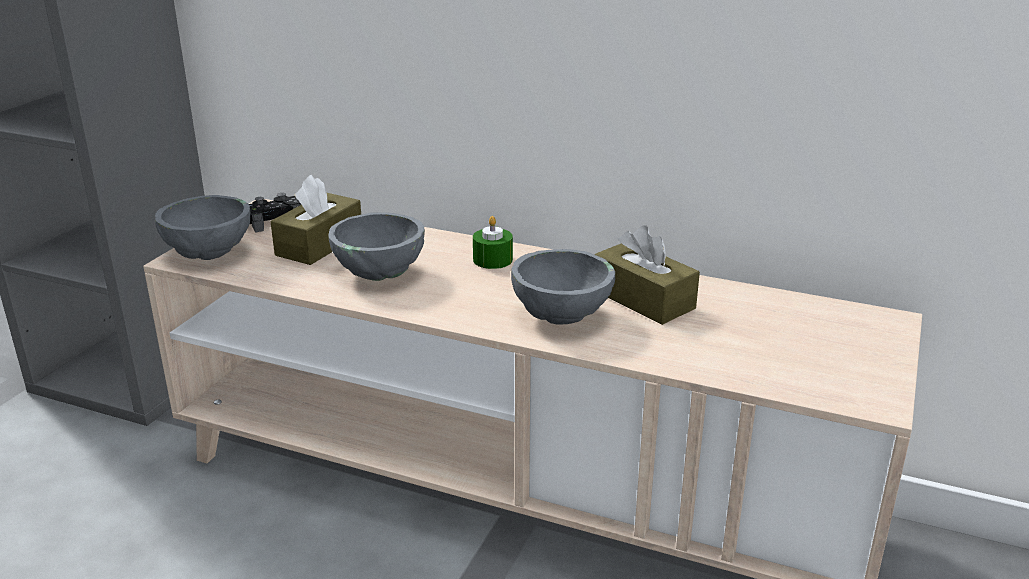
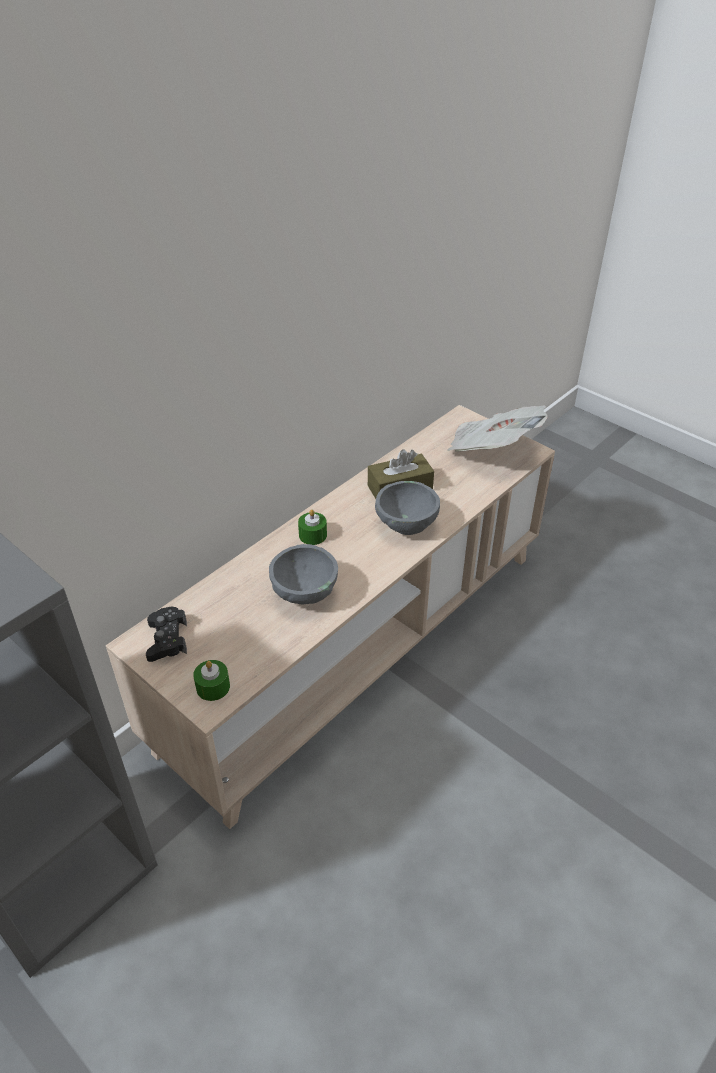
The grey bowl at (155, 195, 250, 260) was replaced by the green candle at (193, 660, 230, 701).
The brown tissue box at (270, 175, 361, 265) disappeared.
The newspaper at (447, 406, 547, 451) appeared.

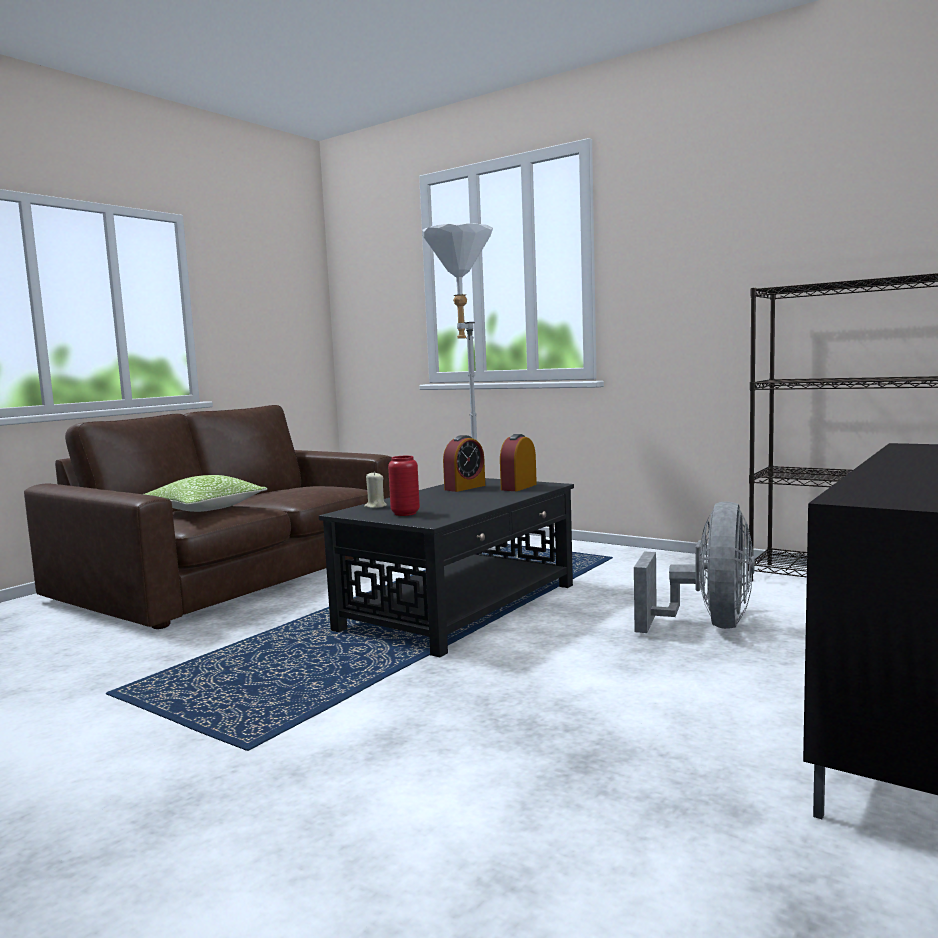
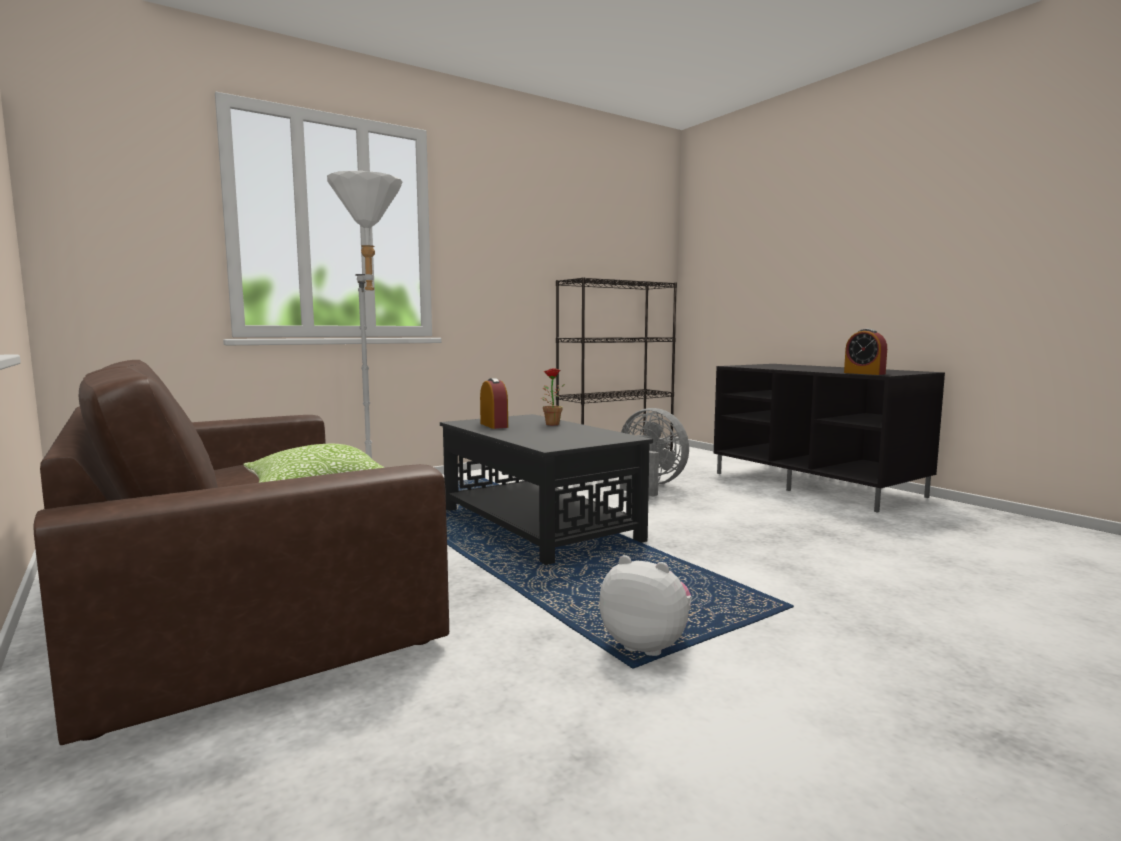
The beige candle at (364, 473, 387, 508) disappeared.
The red vase at (388, 456, 420, 516) disappeared.
The alarm clock moved from (500, 434, 537, 491) to (844, 329, 887, 375).
The potted plant at (541, 368, 565, 425) appeared.
The plush toy at (599, 555, 692, 656) appeared.

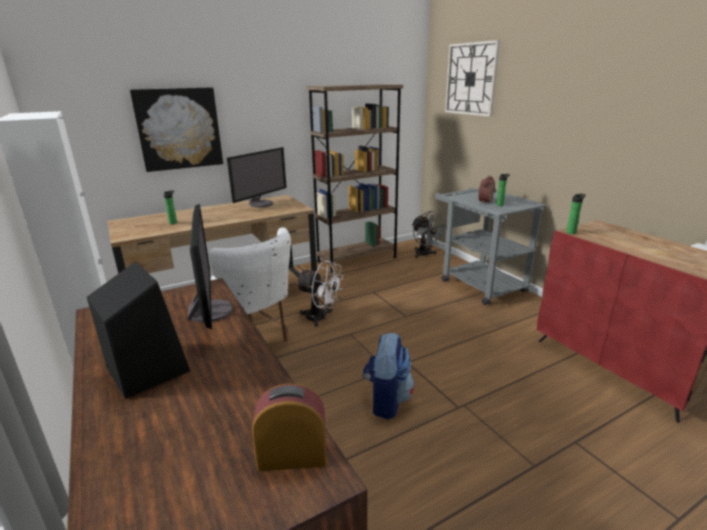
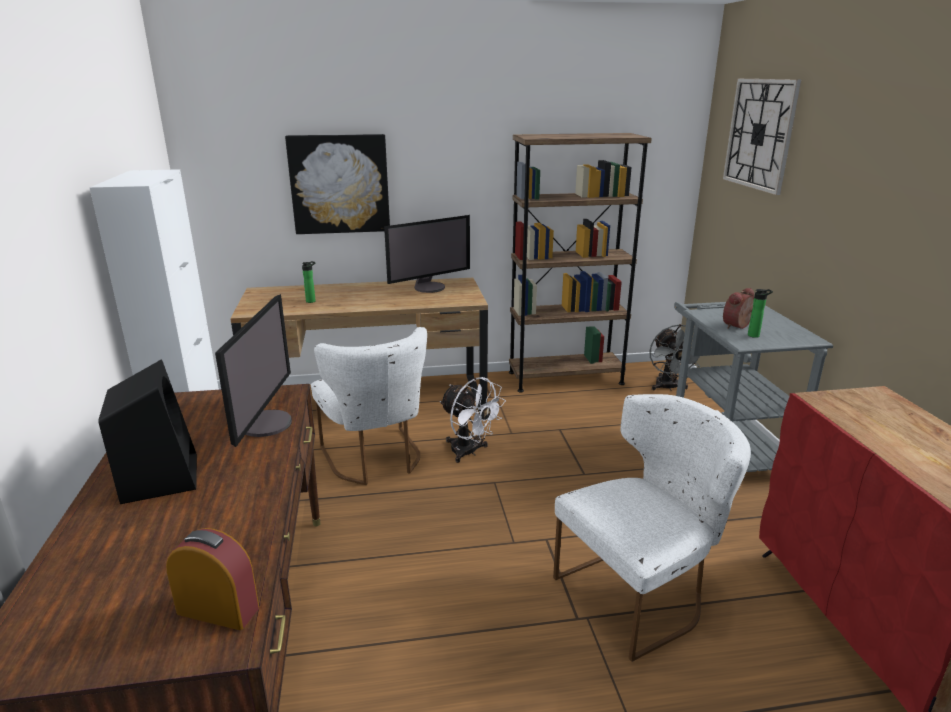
The backpack at (363, 332, 414, 419) disappeared.
The bottle at (566, 193, 586, 234) disappeared.
The white chair at (553, 394, 751, 662) appeared.

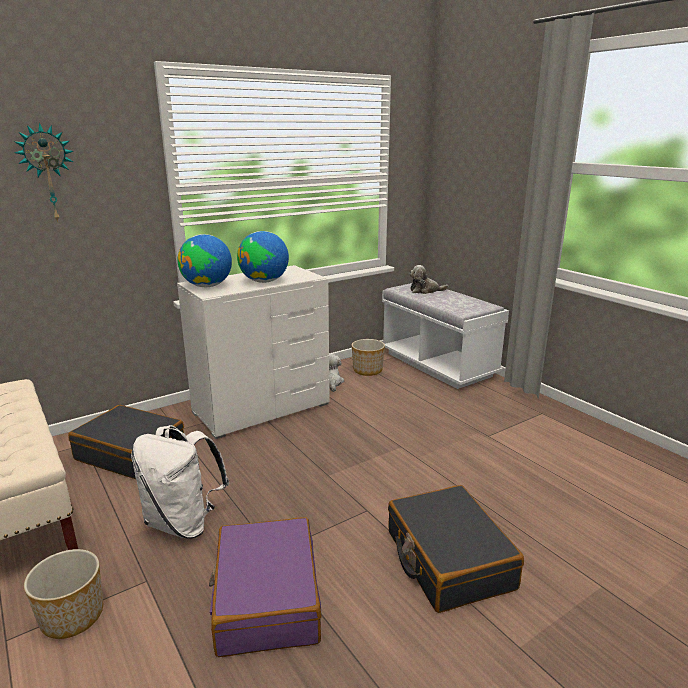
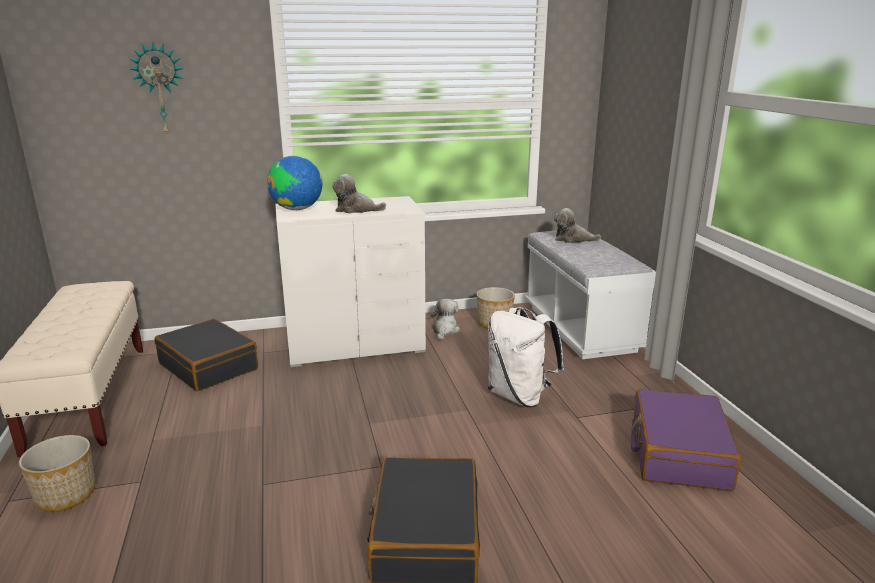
The white backpack moved from (131, 425, 229, 539) to (488, 307, 564, 407).
The purple suitcase moved from (209, 517, 321, 657) to (631, 389, 741, 491).
The globe at (237, 231, 289, 283) was replaced by the plush toy at (333, 174, 386, 213).

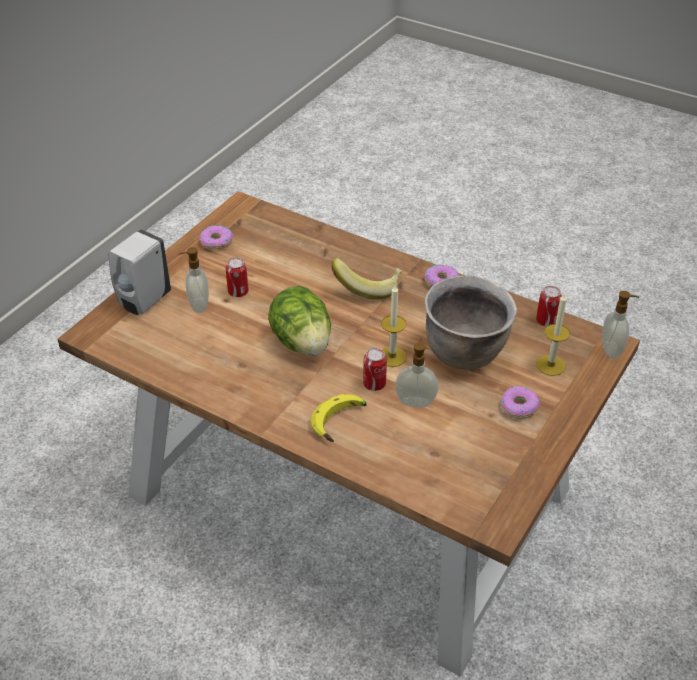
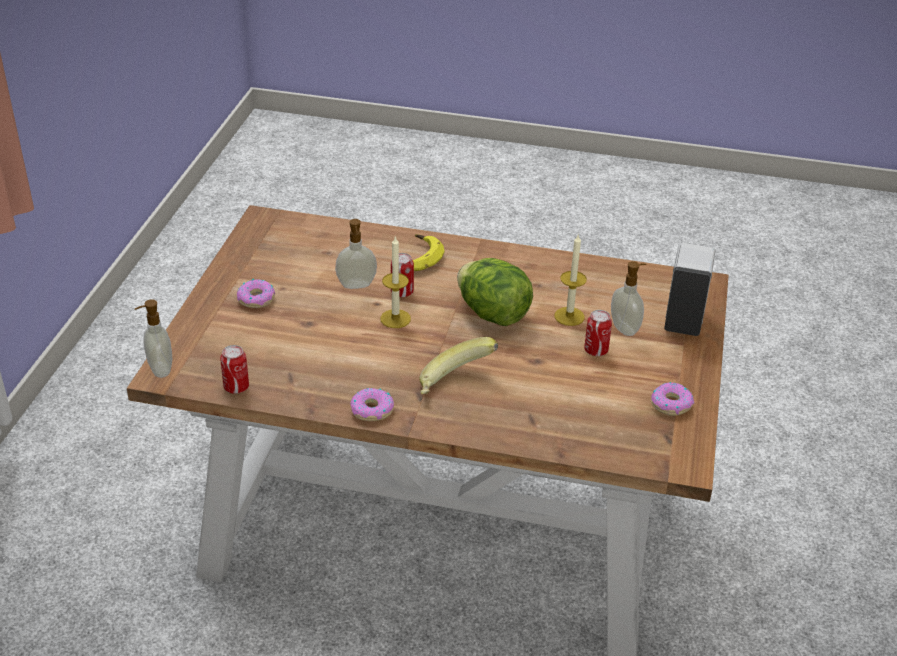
The brown cooking pot at (425, 275, 517, 370) disappeared.
The candle moved from (536, 293, 570, 376) to (554, 235, 587, 326).

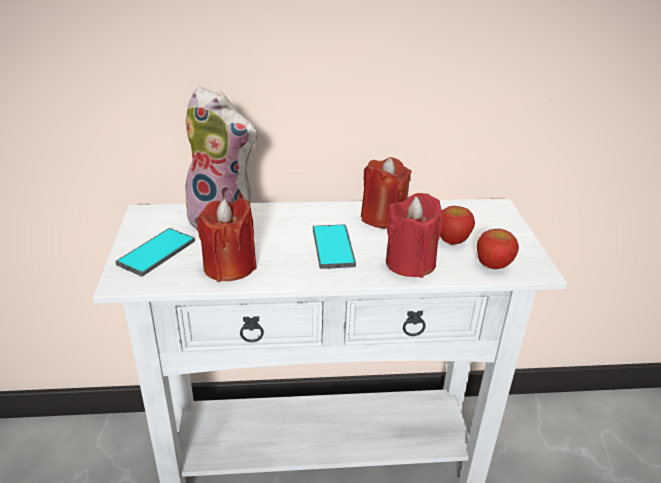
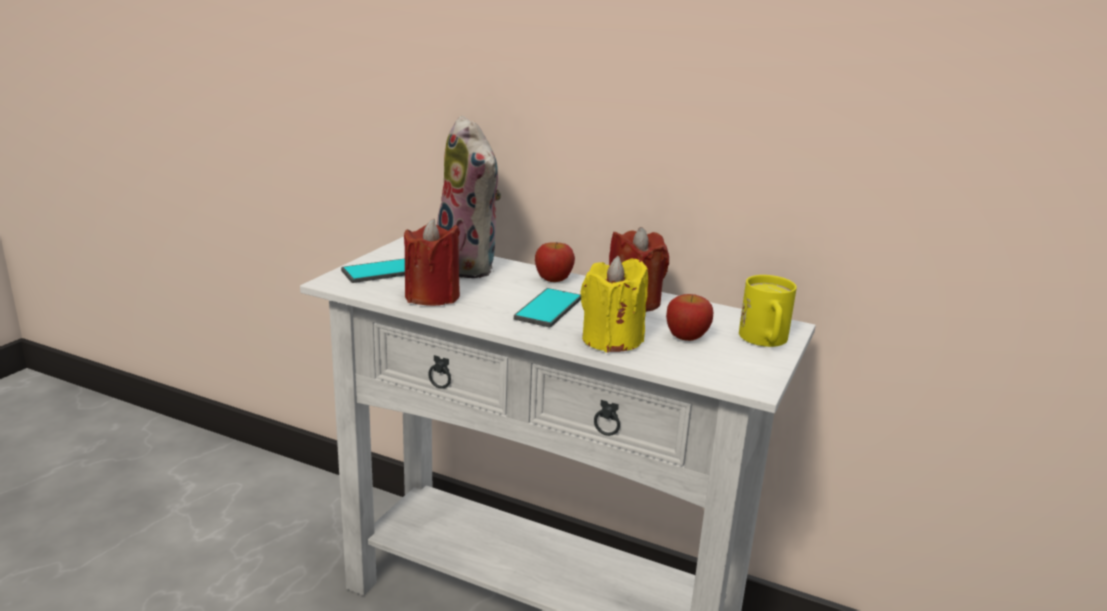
The red candle at (386, 193, 443, 278) became the yellow candle at (580, 256, 648, 353).
The apple moved from (477, 229, 519, 269) to (535, 242, 575, 282).
The yellow mug at (739, 275, 797, 347) appeared.

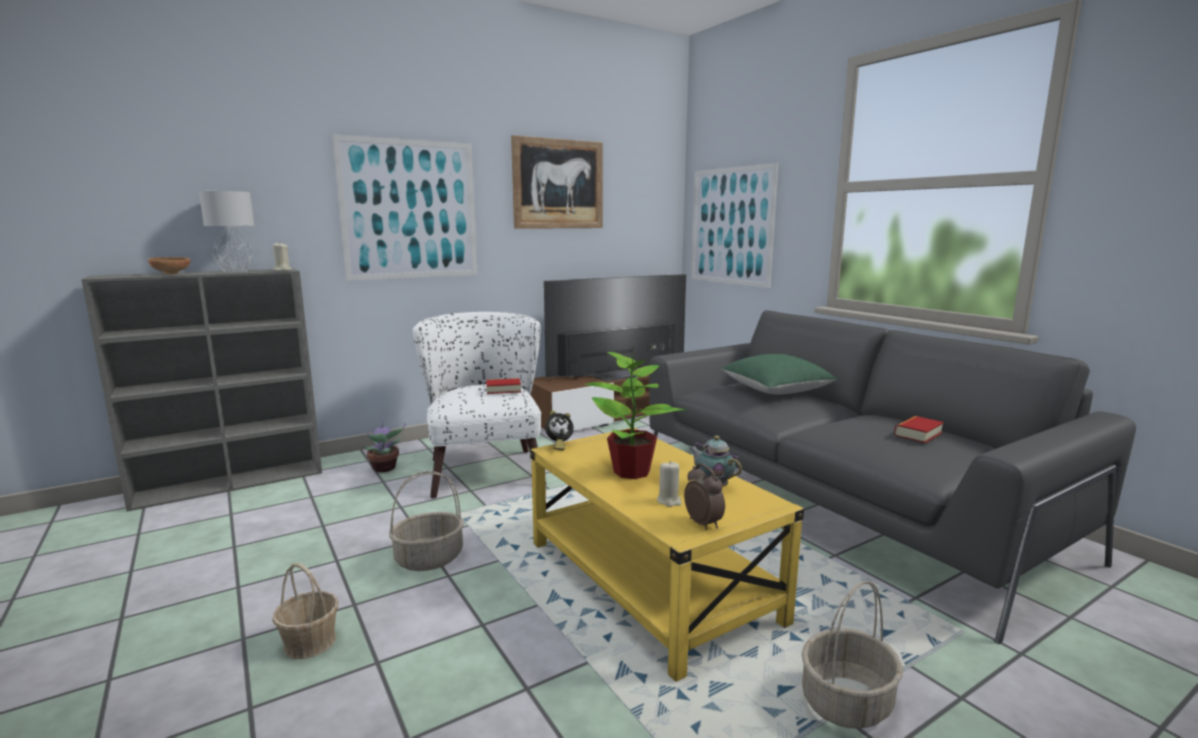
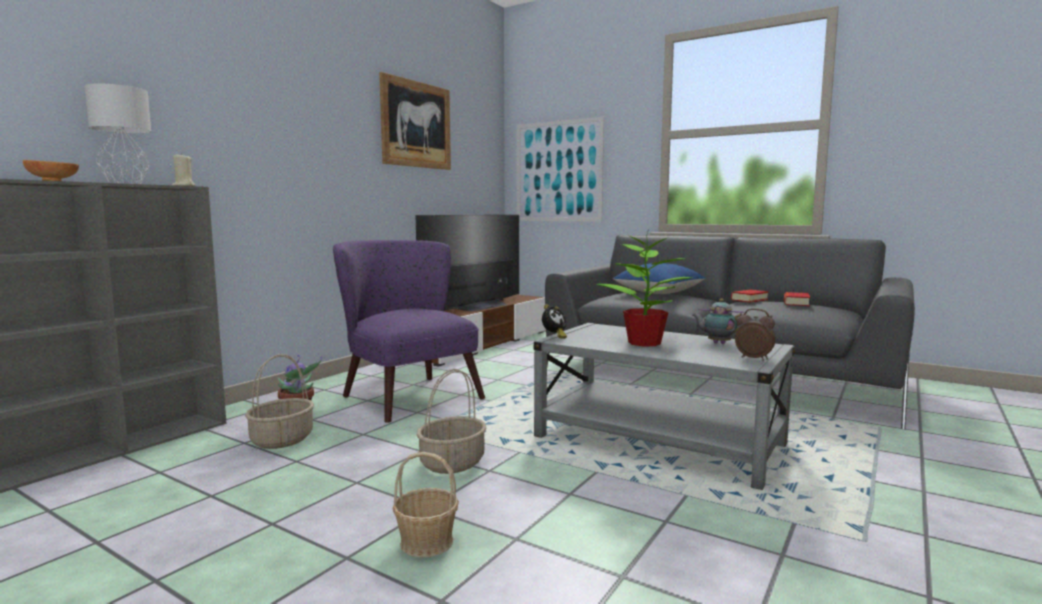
The picture at (332, 134, 478, 281) disappeared.
The white armchair at (413, 312, 546, 499) became the purple armchair at (333, 240, 485, 423).
The book moved from (486, 378, 521, 394) to (731, 290, 768, 303).
The yellow coffee table at (530, 427, 804, 682) became the grey coffee table at (534, 323, 795, 490).
The beige candle at (657, 461, 682, 507) disappeared.
The green pillow at (721, 354, 838, 394) became the blue pillow at (613, 263, 706, 294).
The basket moved from (801, 580, 903, 729) to (245, 354, 314, 449).

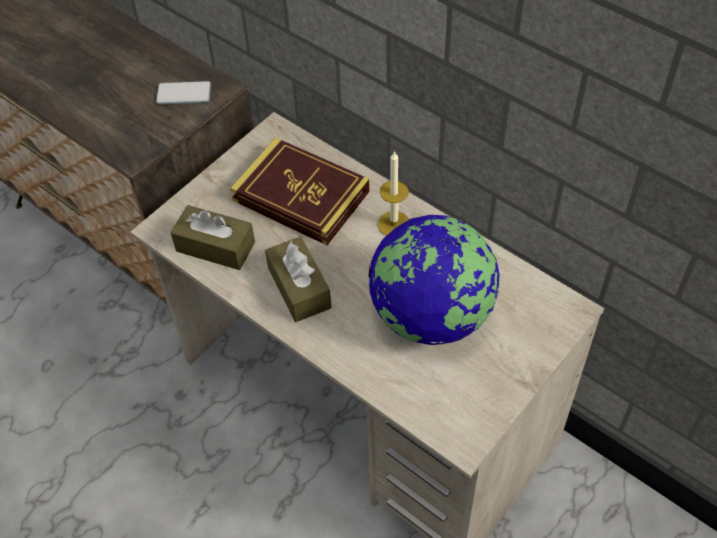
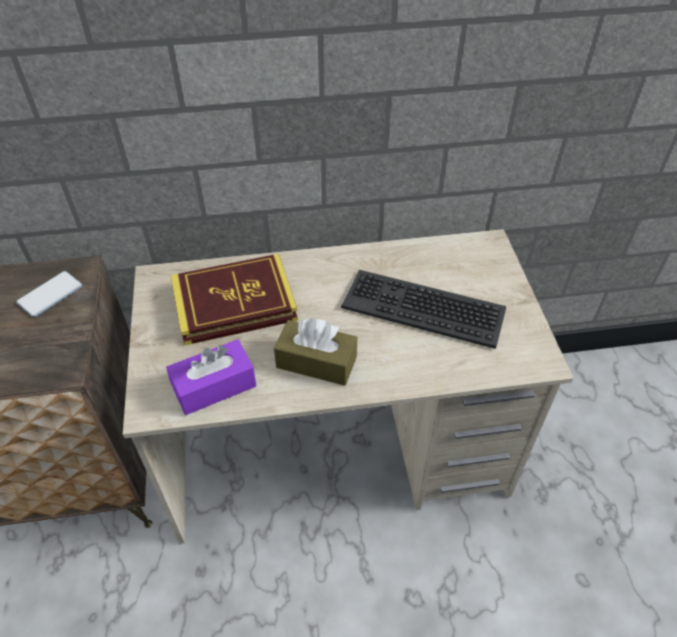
The brown tissue box at (170, 205, 255, 270) became the purple tissue box at (166, 339, 256, 415).
The globe at (369, 215, 500, 345) was replaced by the keyboard at (341, 270, 506, 349).
The candle at (378, 151, 409, 236) disappeared.

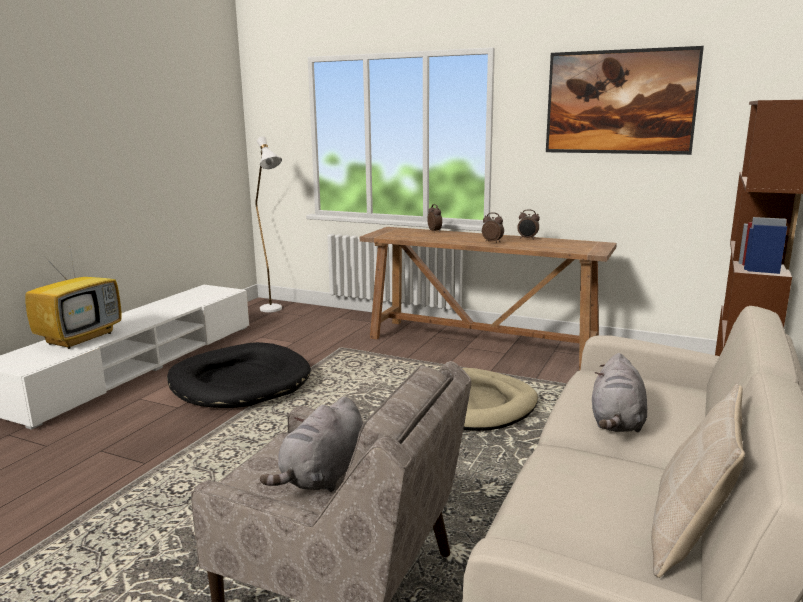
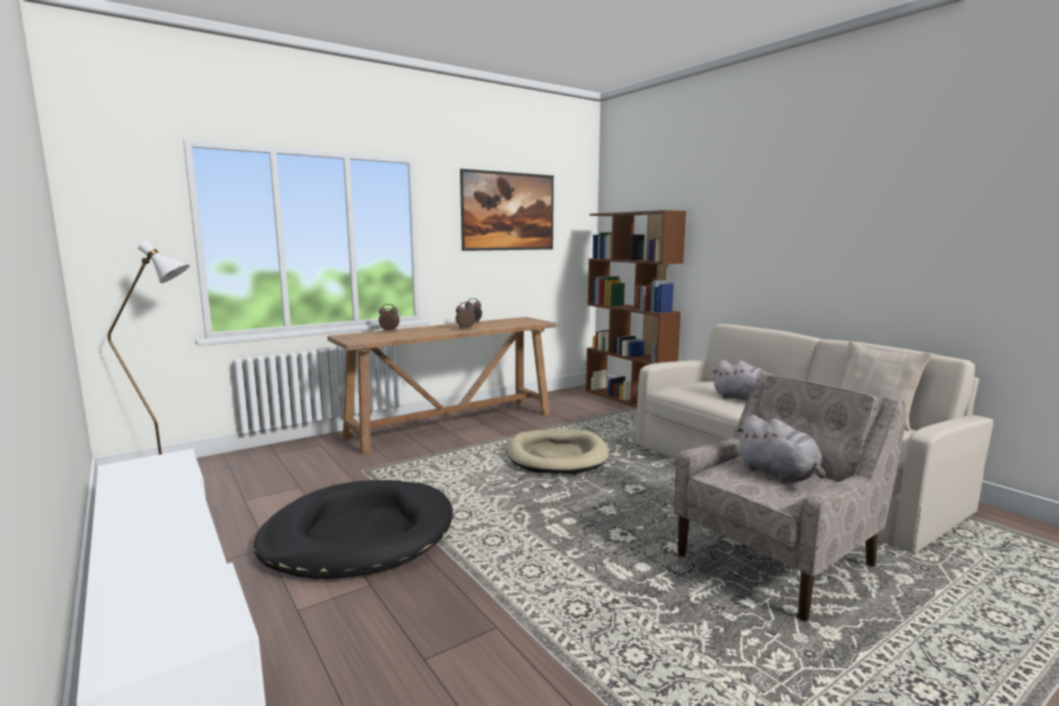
The television at (25, 243, 122, 349) disappeared.

